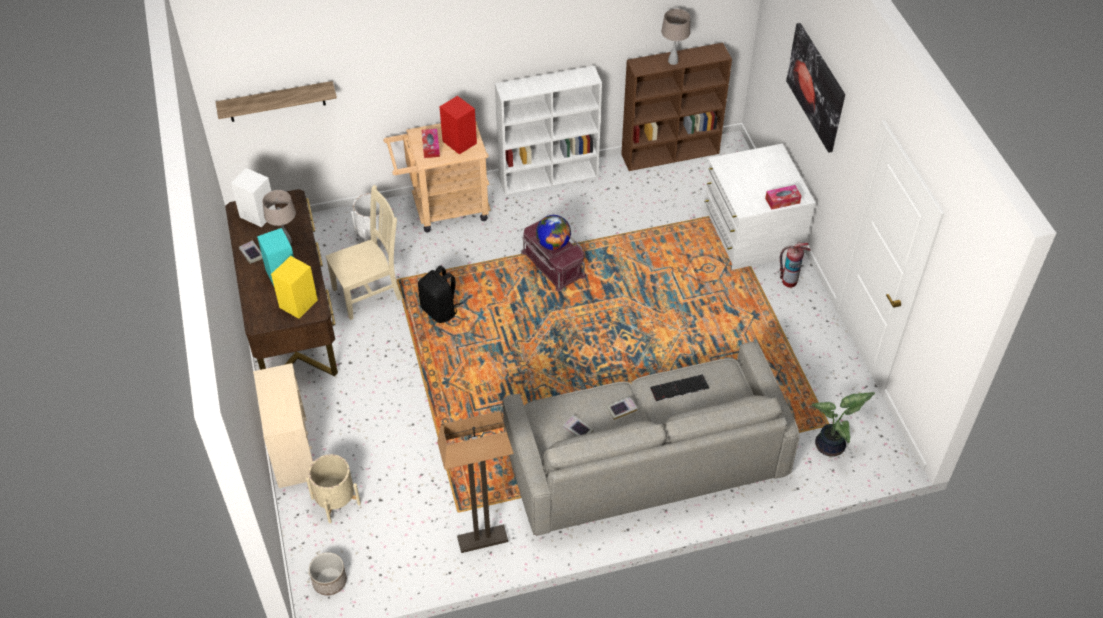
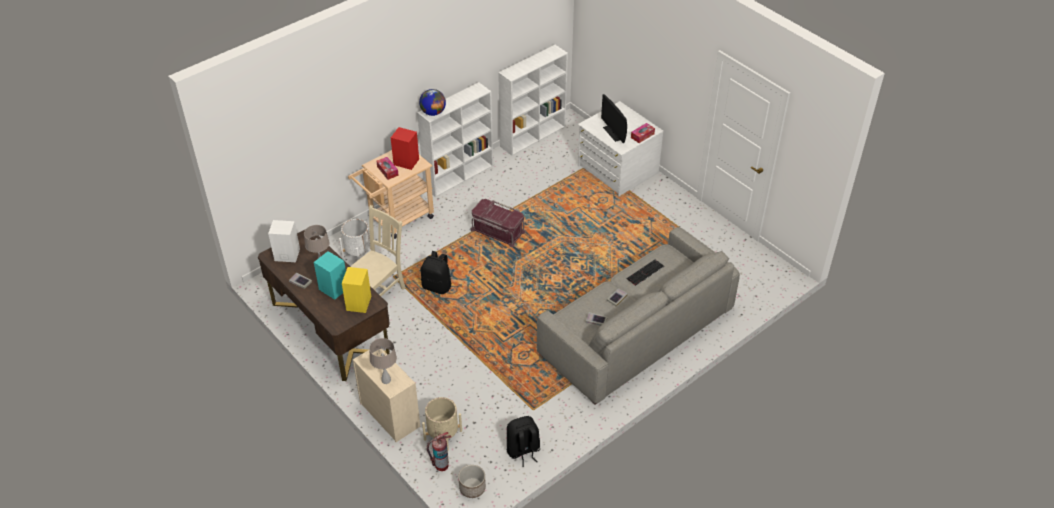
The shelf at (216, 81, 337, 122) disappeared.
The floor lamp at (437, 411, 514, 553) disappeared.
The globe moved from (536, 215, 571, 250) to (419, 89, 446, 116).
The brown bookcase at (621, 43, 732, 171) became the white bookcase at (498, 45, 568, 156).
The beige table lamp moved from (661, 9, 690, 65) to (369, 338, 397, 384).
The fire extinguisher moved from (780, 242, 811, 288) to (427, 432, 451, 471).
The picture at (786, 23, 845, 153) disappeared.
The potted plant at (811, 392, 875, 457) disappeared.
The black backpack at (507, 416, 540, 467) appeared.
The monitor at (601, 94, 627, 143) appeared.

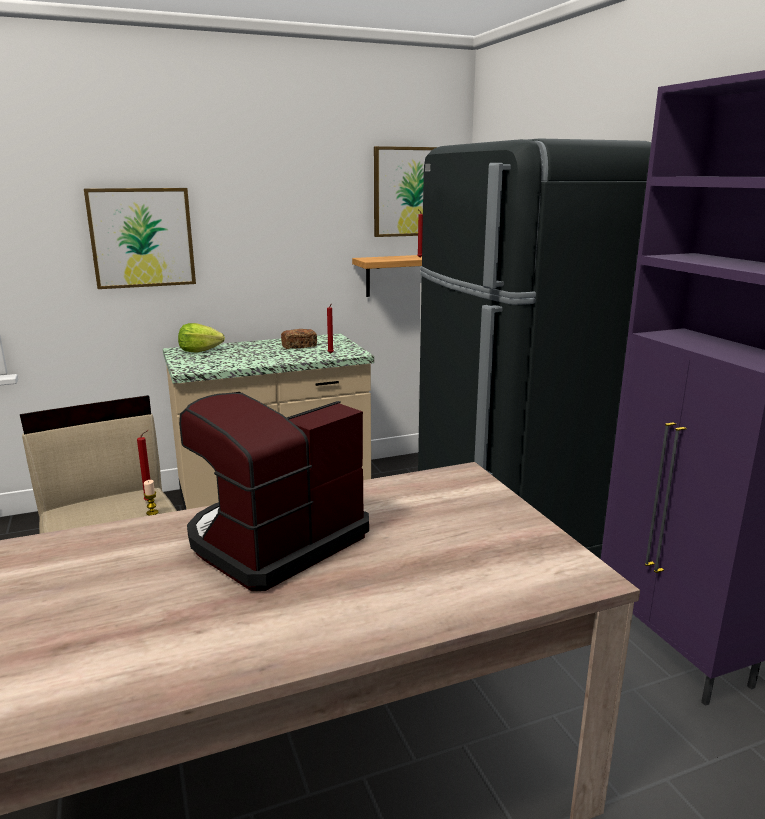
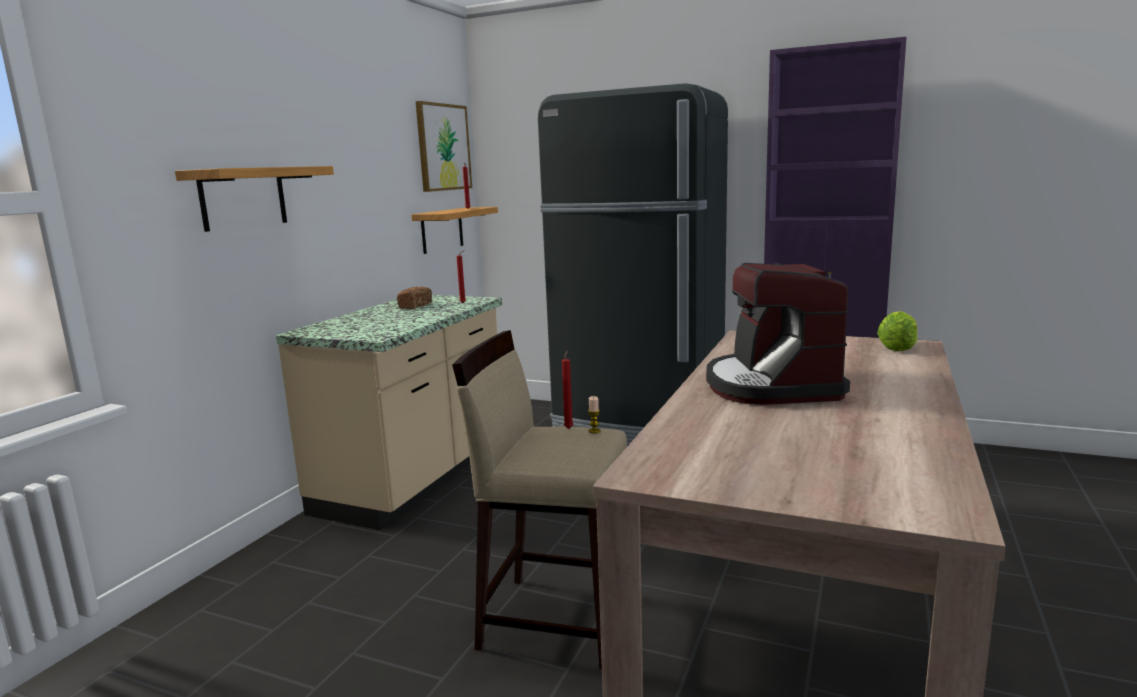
The picture at (84, 188, 196, 289) was replaced by the shelf at (175, 166, 334, 232).
The lettuce moved from (178, 323, 225, 353) to (877, 311, 918, 351).

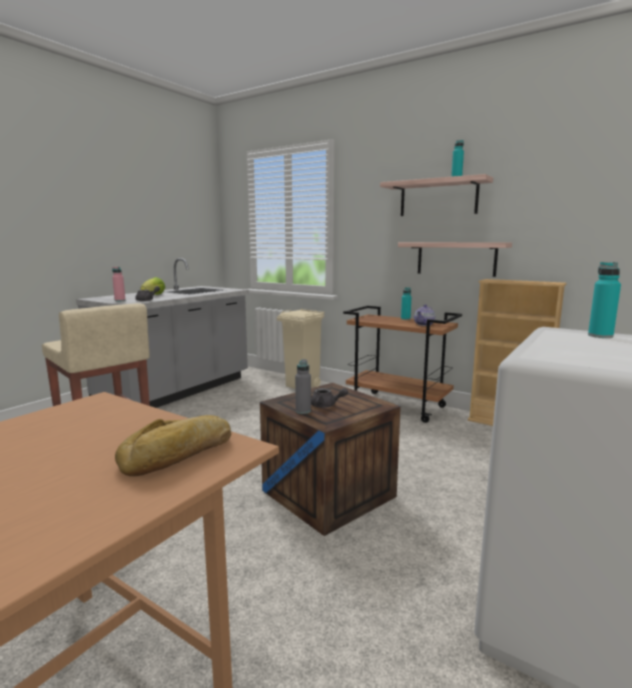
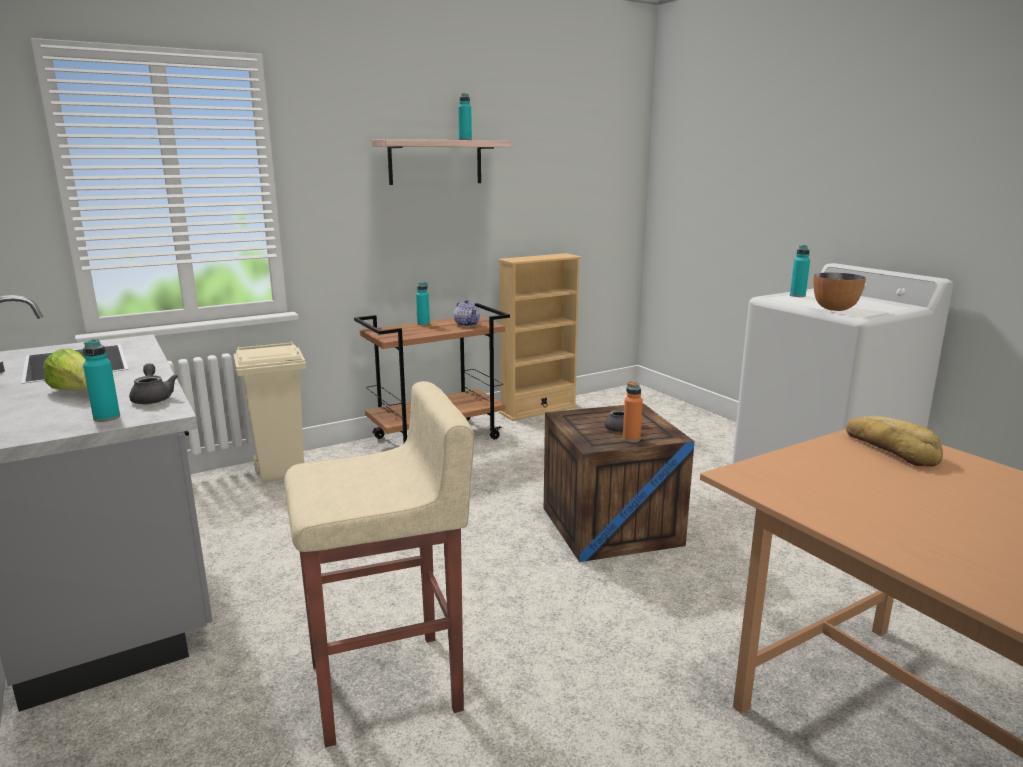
The pink bottle at (112, 267, 126, 301) became the turquoise bottle at (83, 339, 120, 422).
The grey bottle at (295, 359, 311, 414) became the orange bottle at (623, 382, 643, 443).
The shelf at (398, 242, 512, 277) disappeared.
The bowl at (813, 272, 866, 311) appeared.

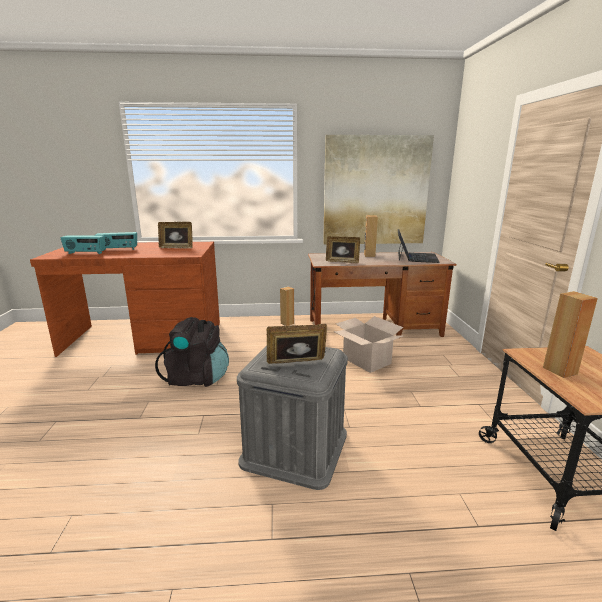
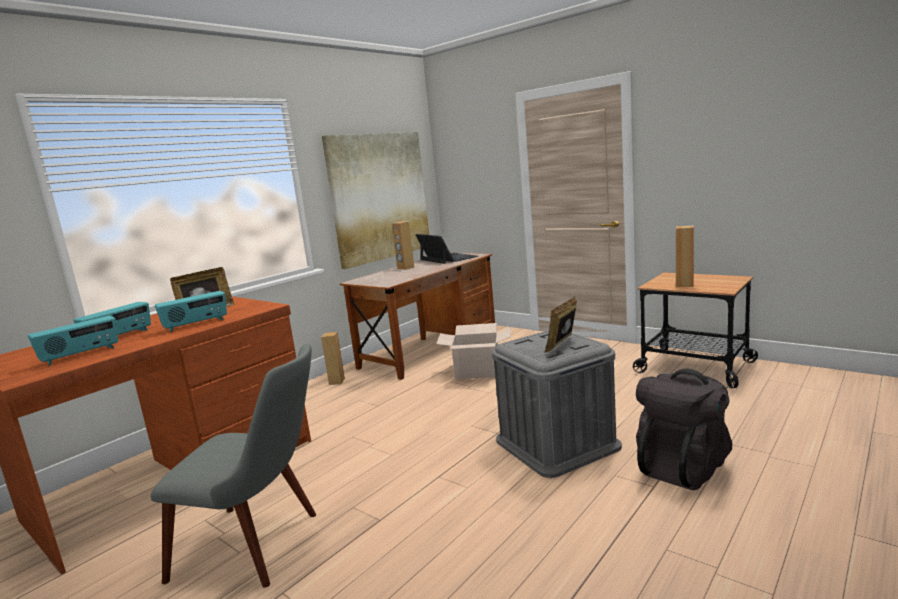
The black backpack moved from (155, 317, 229, 387) to (636, 369, 732, 490).
The picture frame at (326, 236, 360, 263) disappeared.
The grey chair at (151, 344, 316, 588) appeared.
The radio at (155, 291, 227, 332) appeared.

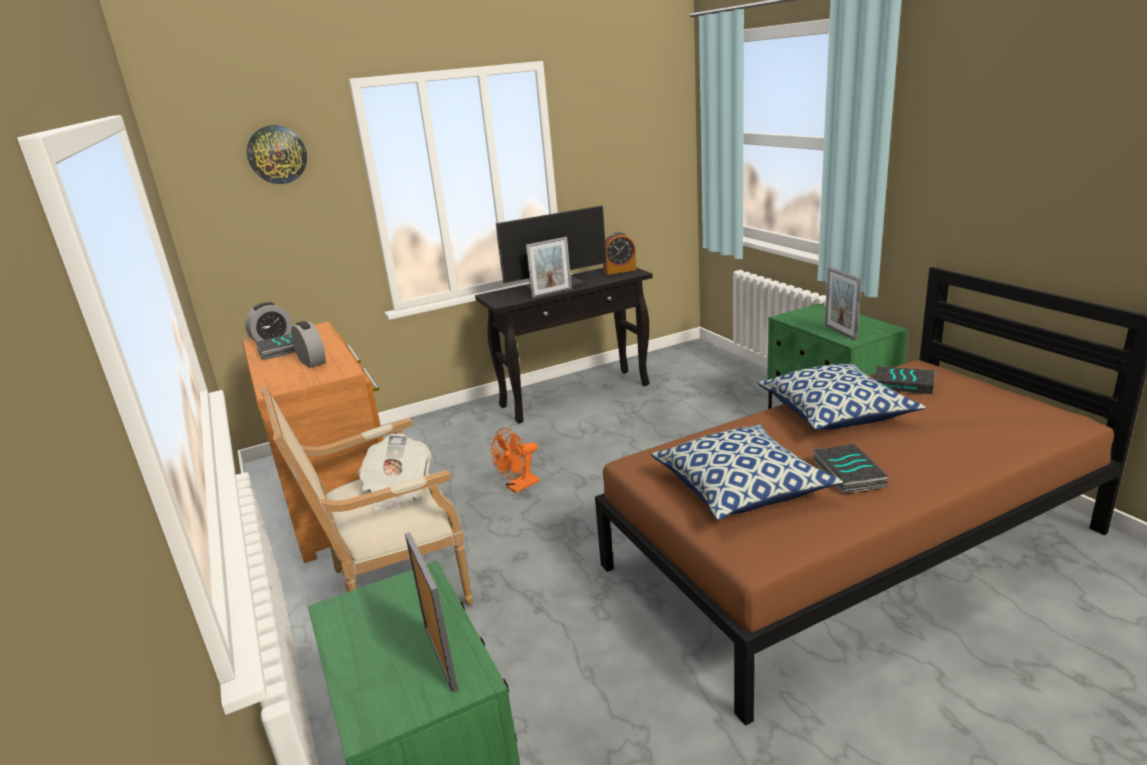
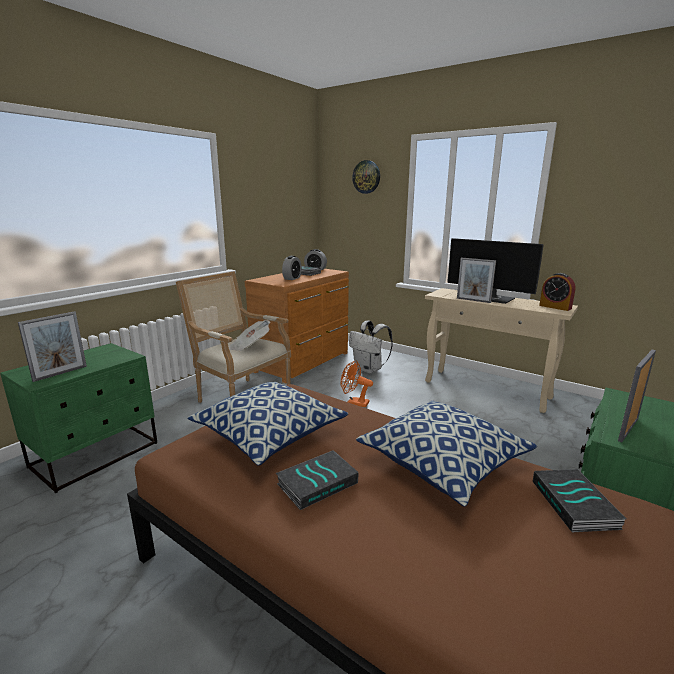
The black console table at (475, 267, 653, 423) became the beige console table at (425, 288, 578, 413).
The white backpack at (349, 321, 393, 374) appeared.

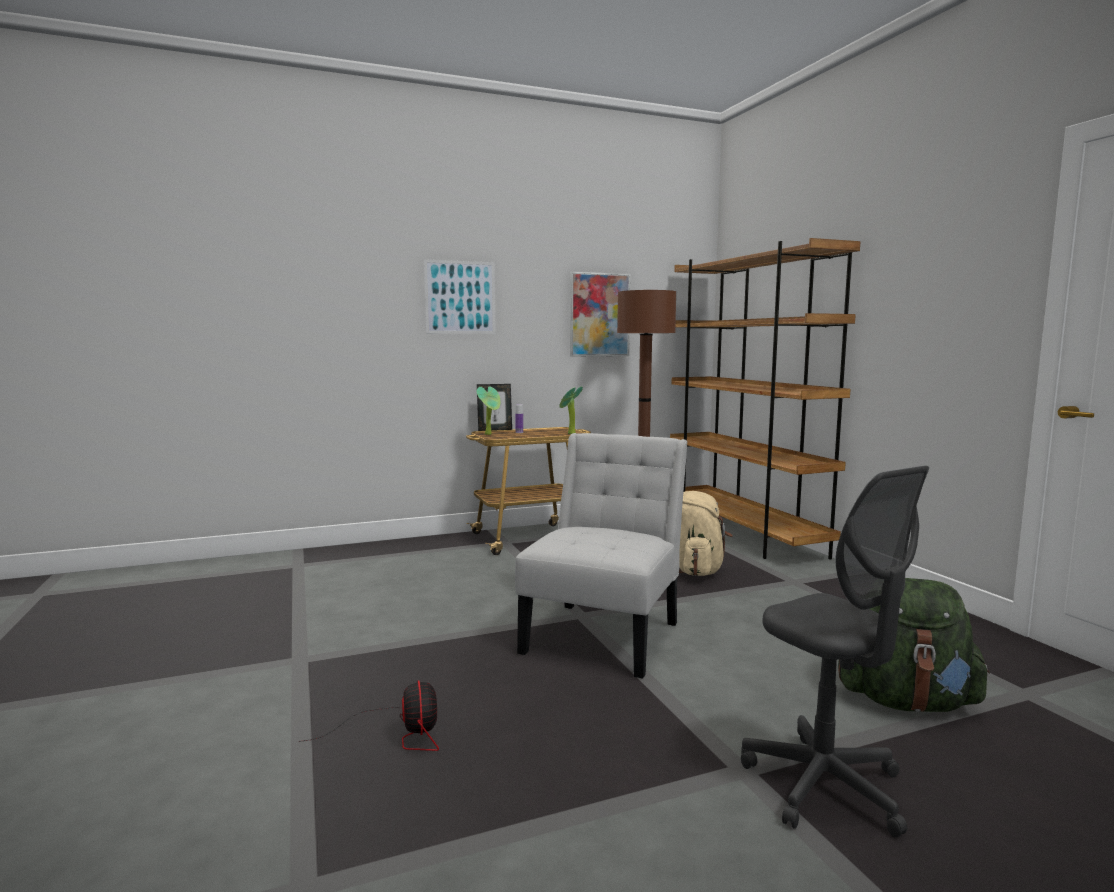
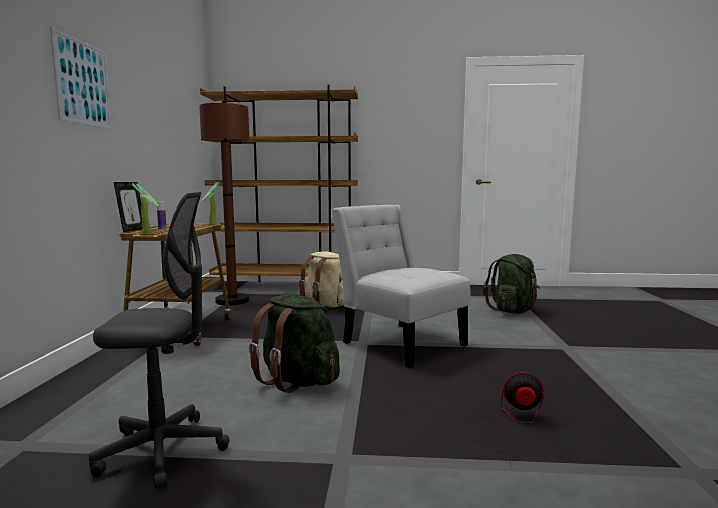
The picture at (570, 272, 631, 357) disappeared.
The grey office chair moved from (741, 466, 929, 838) to (89, 192, 229, 489).
The green backpack at (249, 295, 340, 393) appeared.

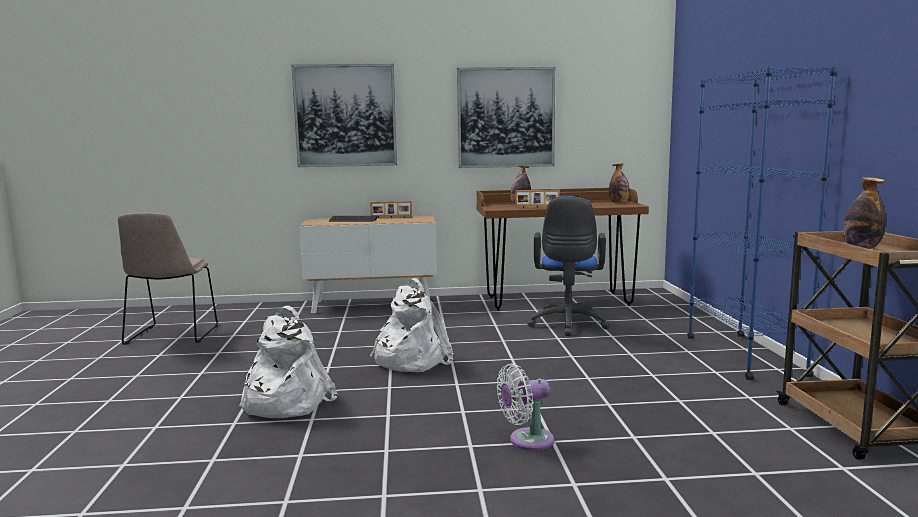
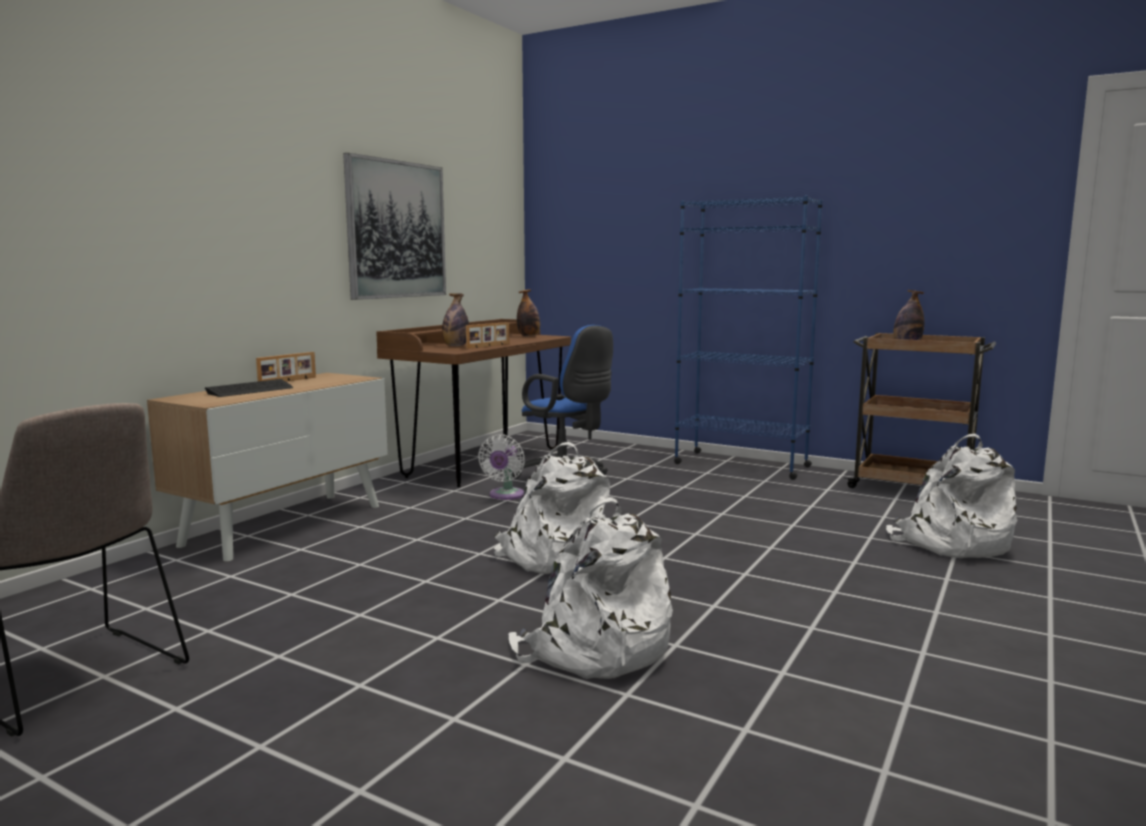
The picture at (292, 64, 397, 167) disappeared.
The white fan moved from (497, 364, 554, 451) to (478, 434, 525, 500).
The white backpack at (886, 433, 1017, 558) appeared.

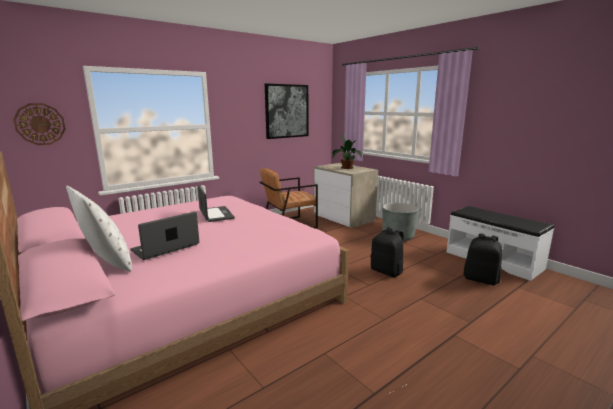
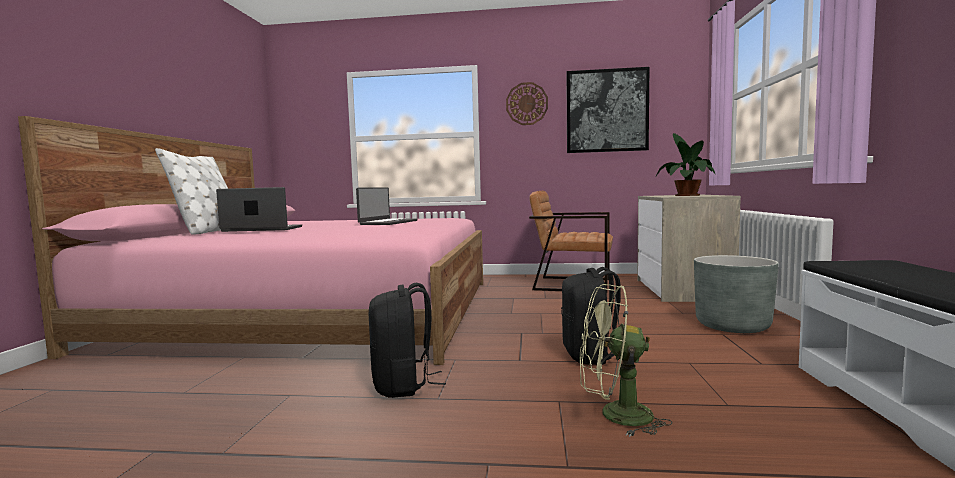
The wall clock moved from (13, 103, 66, 145) to (506, 82, 548, 125).
The black backpack moved from (464, 233, 502, 285) to (369, 283, 446, 398).
The green fan at (580, 284, 673, 437) appeared.

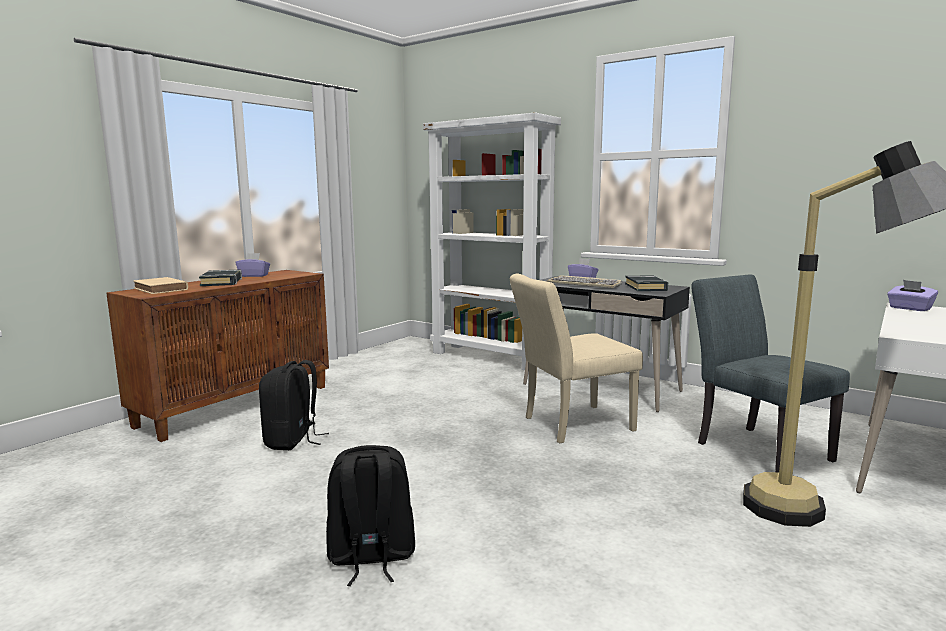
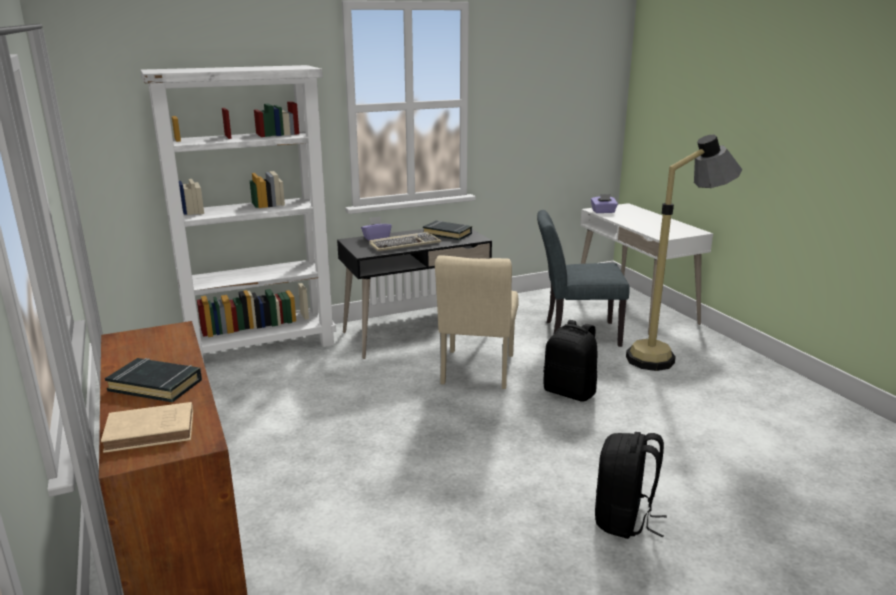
The purple tissue box at (236, 253, 270, 277) disappeared.
The black backpack moved from (259, 360, 329, 450) to (543, 320, 597, 401).

